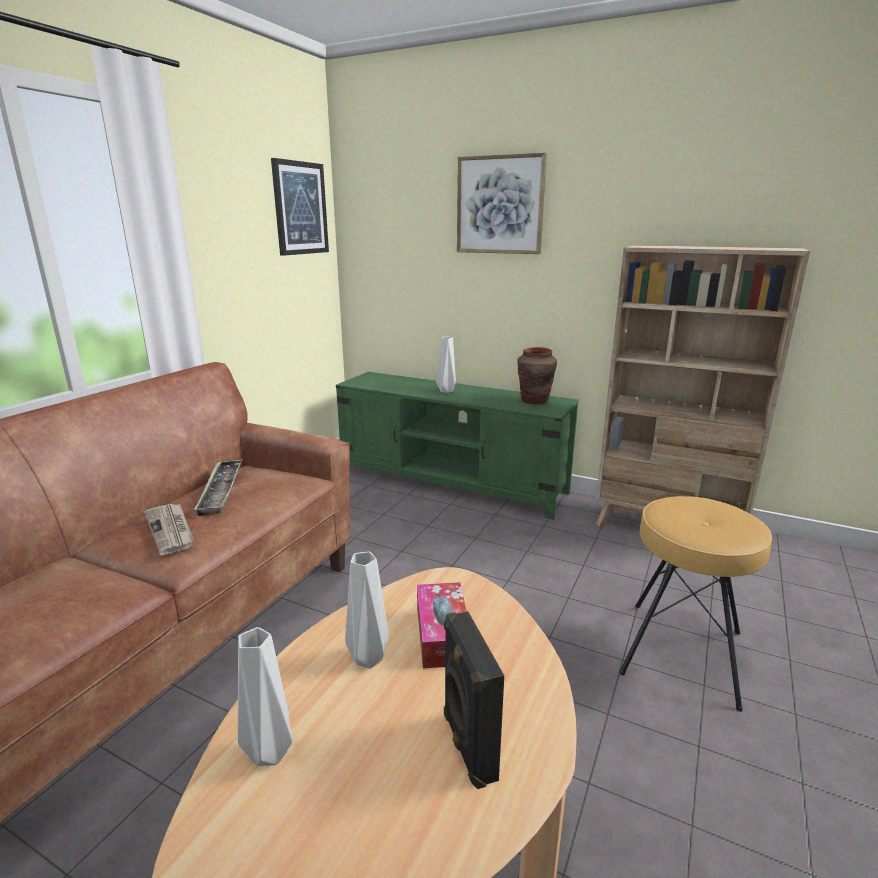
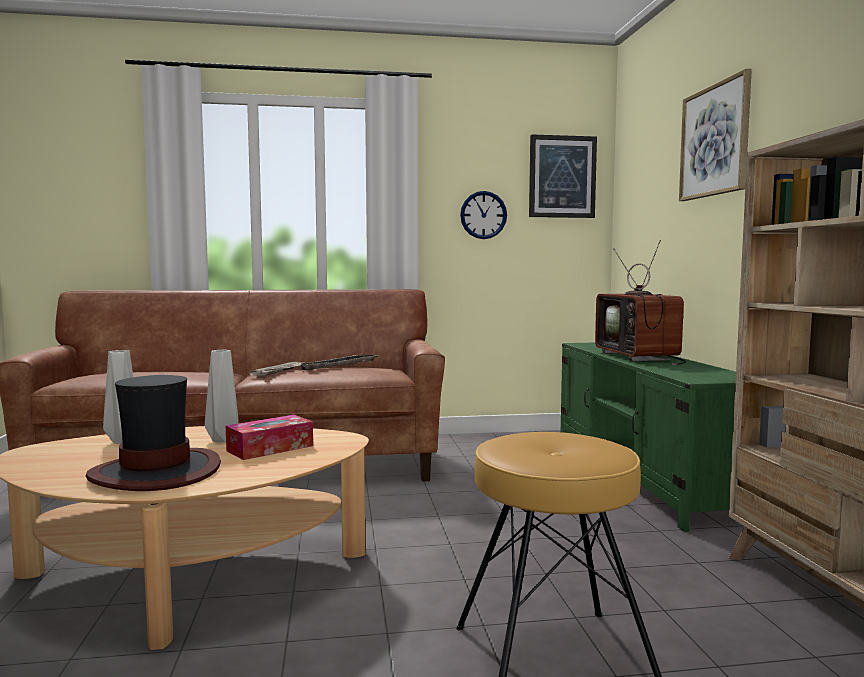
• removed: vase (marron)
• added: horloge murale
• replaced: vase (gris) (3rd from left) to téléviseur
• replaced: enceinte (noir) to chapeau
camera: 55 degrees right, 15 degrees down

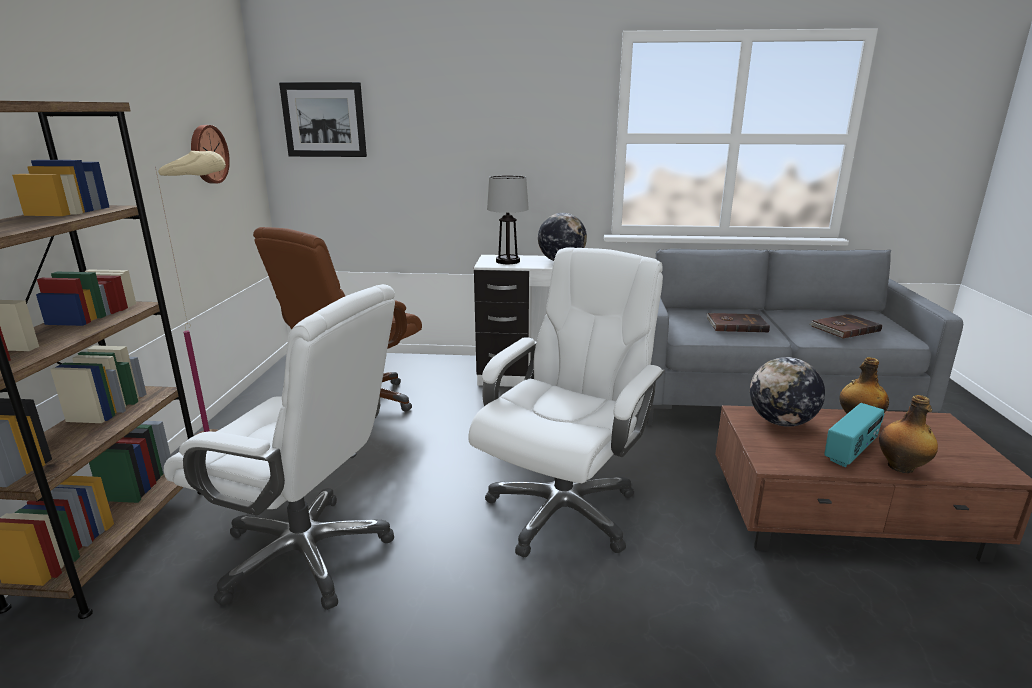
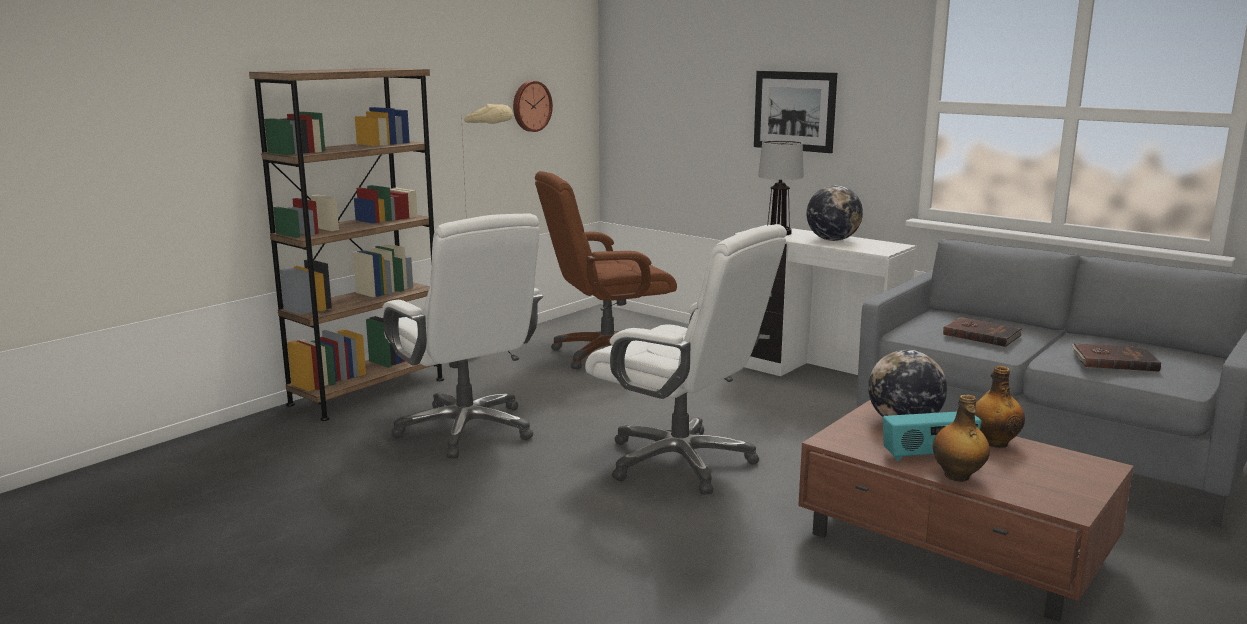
• moved: tableau
• turned: chaise de bureau (blanc) (2nd from left) 60 degrees clockwise
camera: 35 degrees right, 5 degrees down

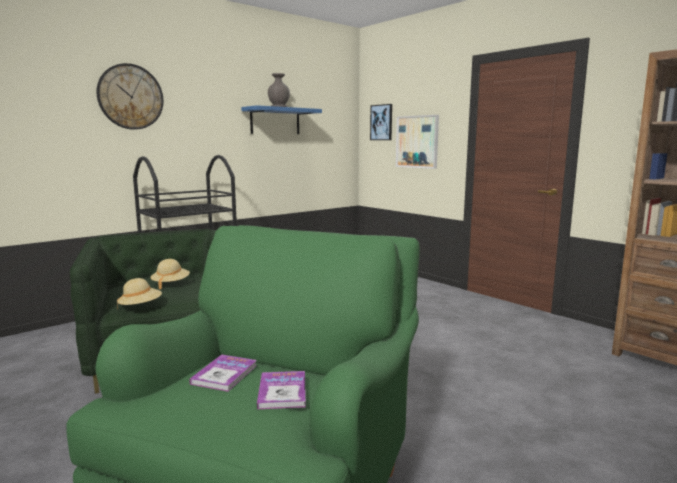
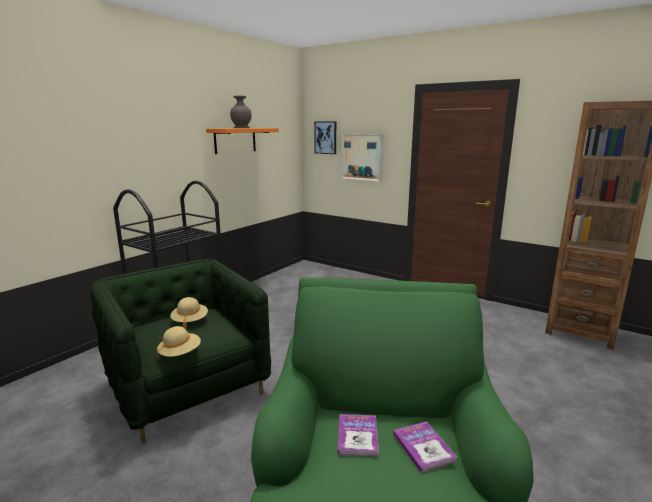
• removed: horloge murale
• recoloured: étagère (bleu) to étagère (orange)
camera: 15 degrees left, 5 degrees up

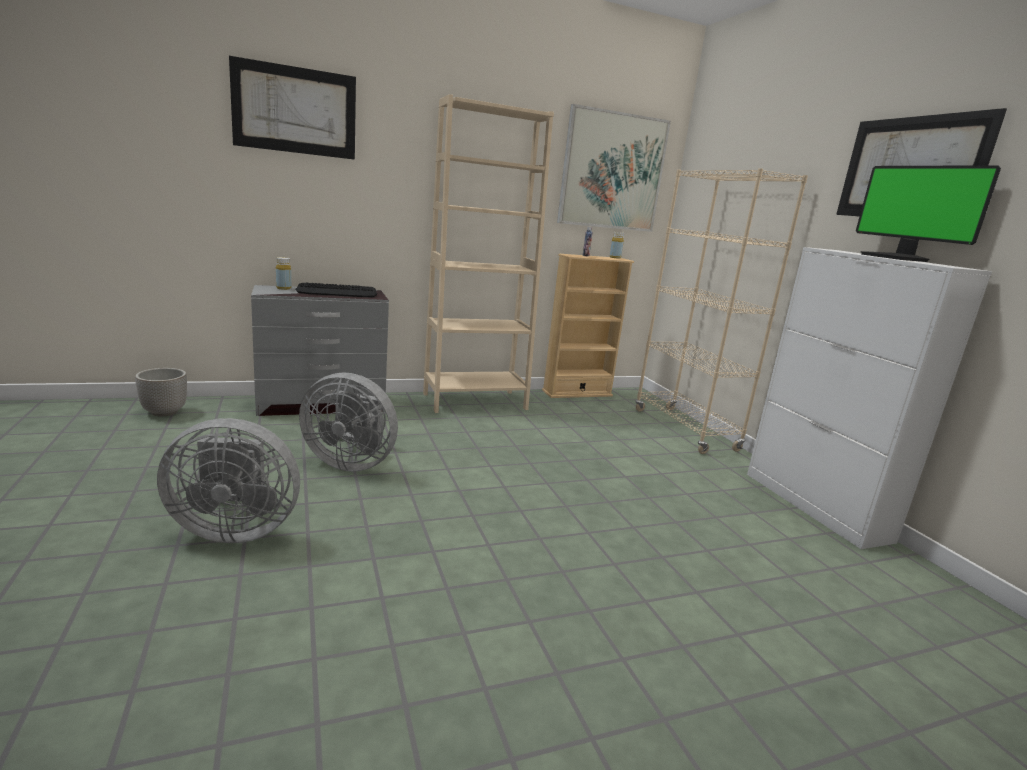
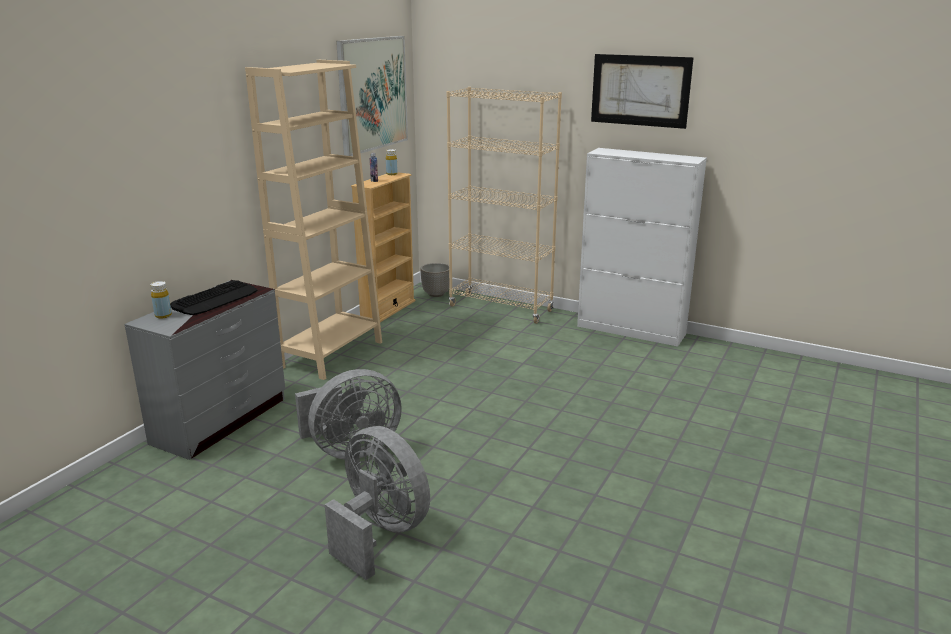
• removed: tableau (1st from left)
• removed: écran d'ordinateur
• moved: cache-pot
• turned: ventilateur (gris) (1st from left in the first image) 90 degrees counterclockwise
camera: 40 degrees left, 5 degrees up

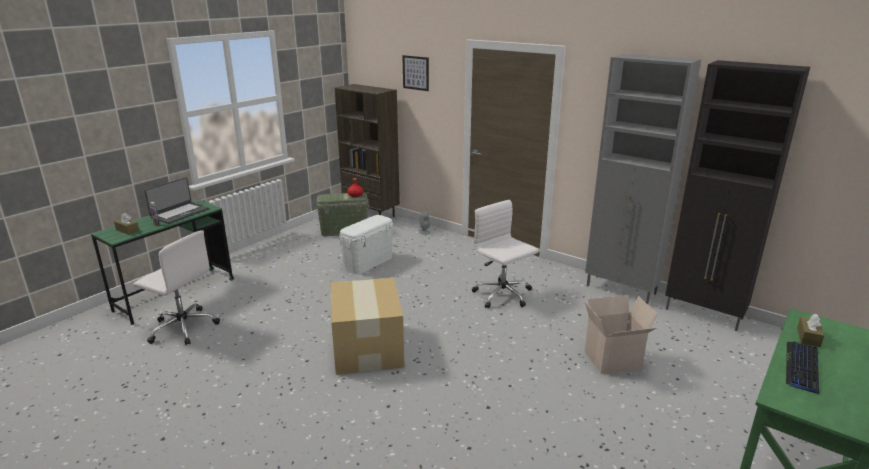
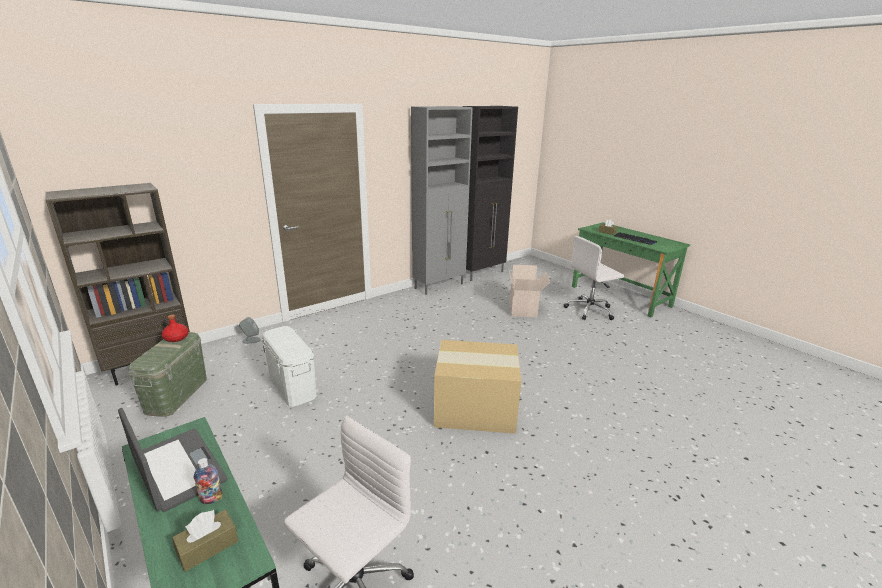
• removed: tableau
• moved: chaise de bureau (blanc) (2nd from left)
camera: 75 degrees left, 0 degrees up

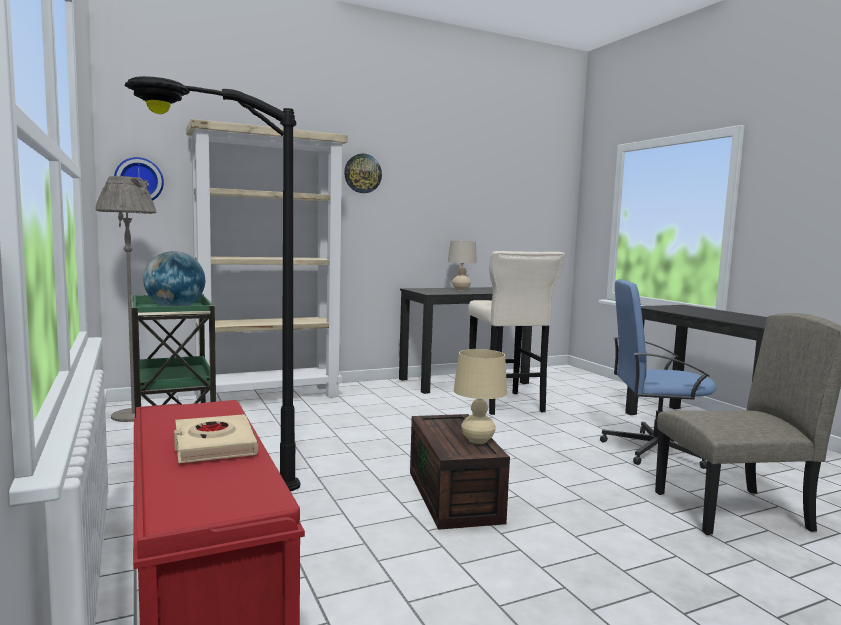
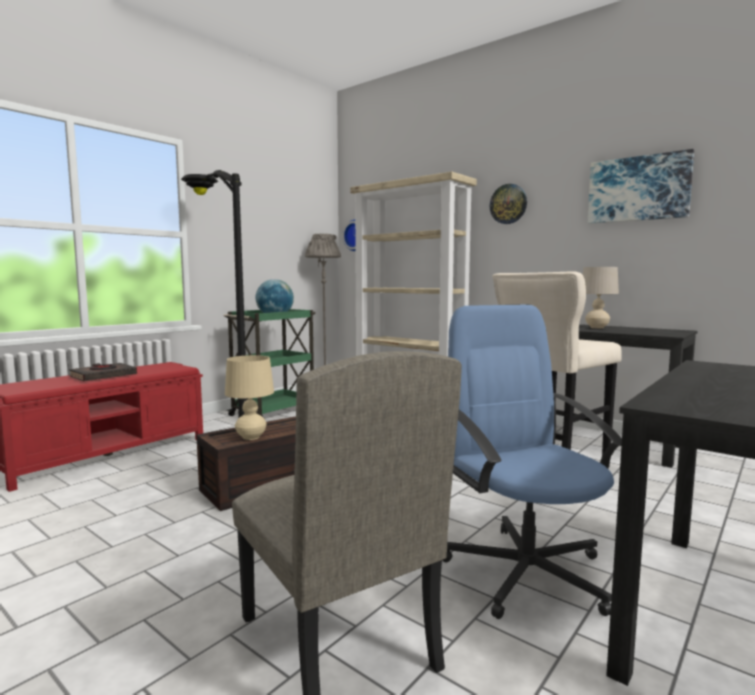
• added: tableau
• recoloured: livre (beige) to livre (noir)
camera: 65 degrees right, 0 degrees up

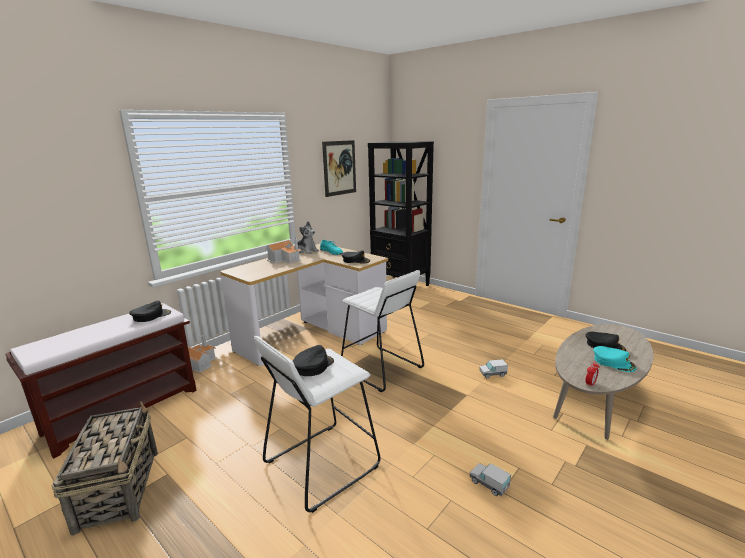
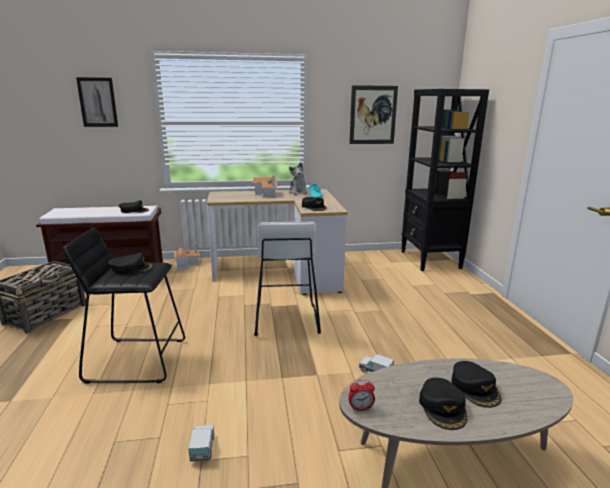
• added: tableau (1st from left)
• recoloured: tabouret (blanc) (1st from left) to tabouret (noir)
• recoloured: casquette (turquoise) to casquette (noir) (4th from left)
camera: 40 degrees right, 0 degrees up

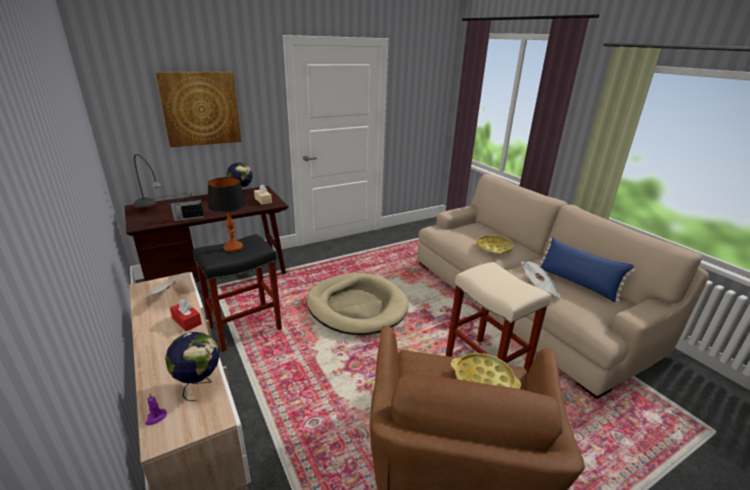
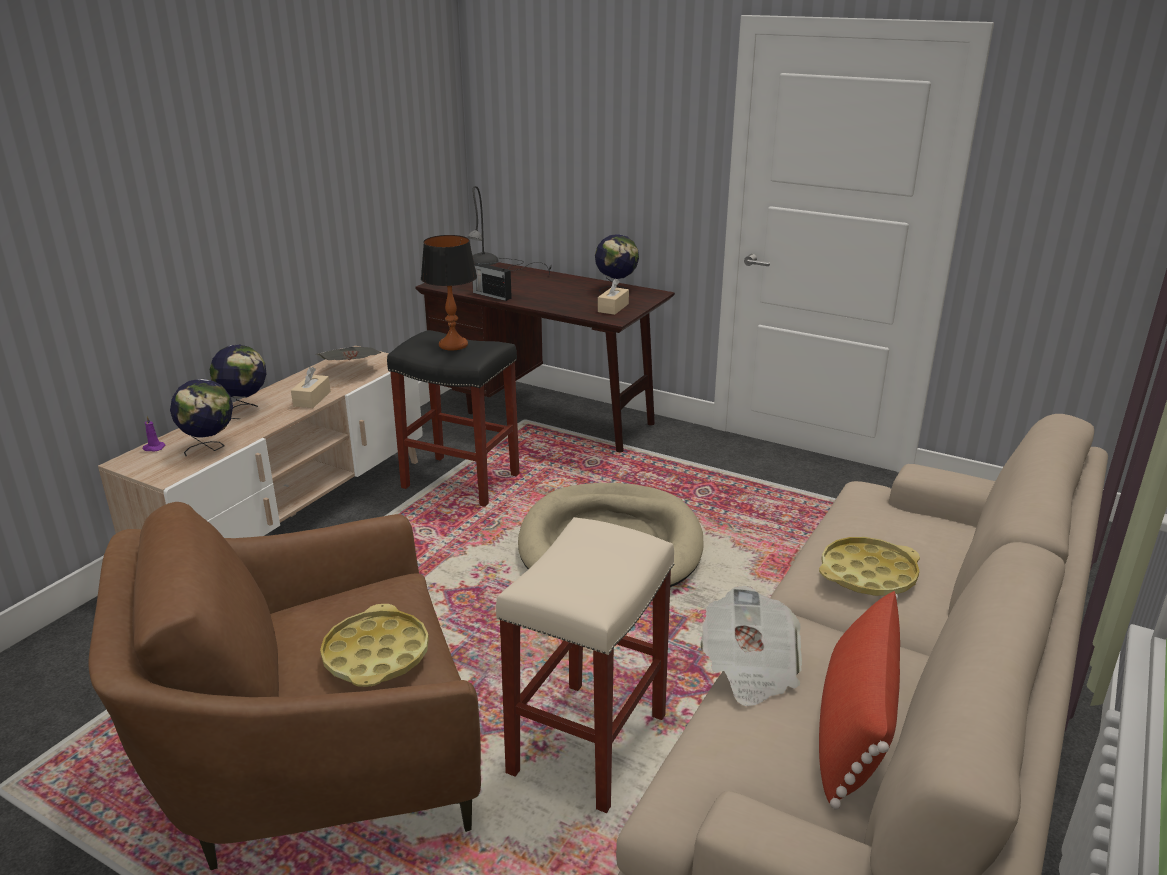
• removed: tableau
• added: globe (2nd from left)
• recoloured: boîte à mouchoirs (rouge) to boîte à mouchoirs (beige) (1st from left)
• recoloured: coussin (bleu) to coussin (rouge)
camera: 60 degrees right, 0 degrees up

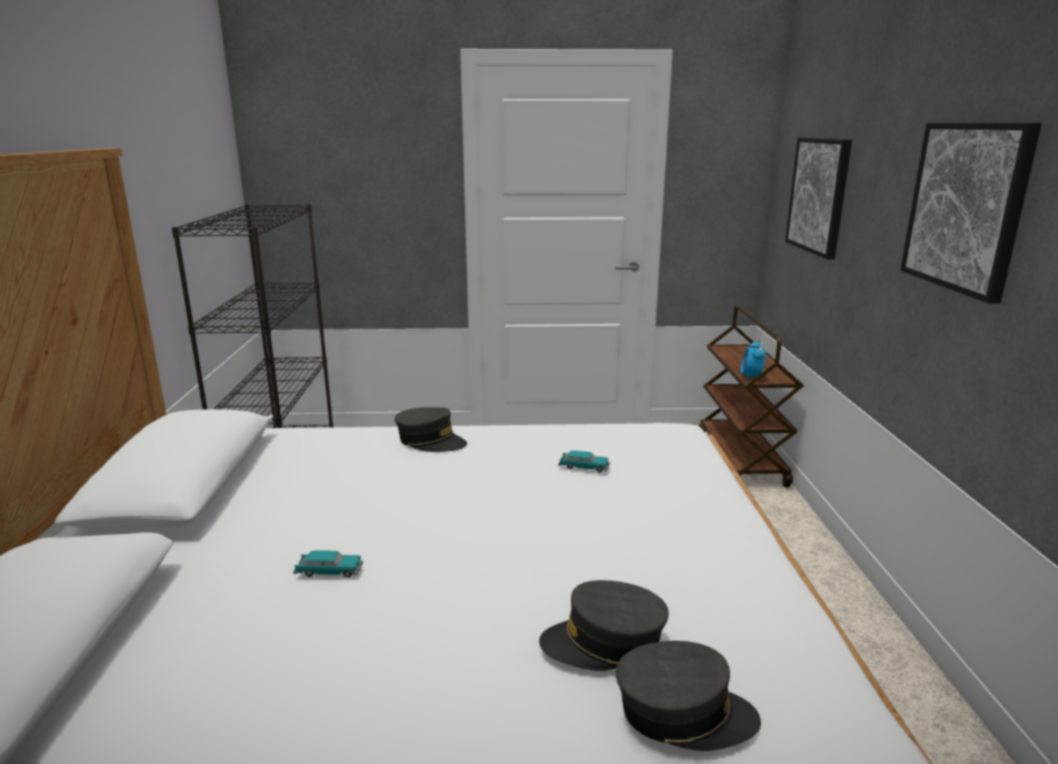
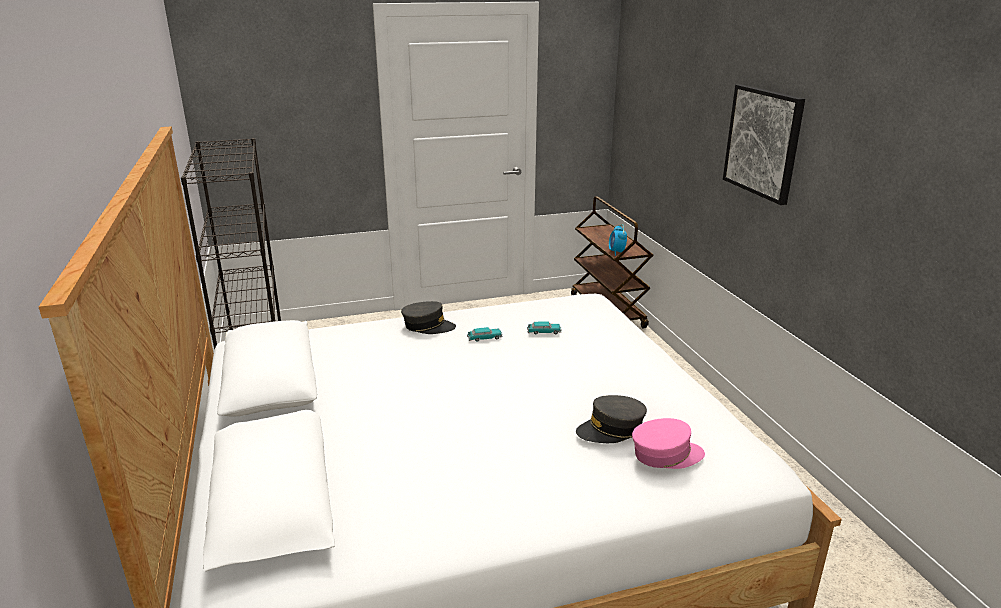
• removed: tableau (1st from left)
• moved: petite voiture (1st from left)
• recoloured: casquette (gris) (3rd from left) to casquette (rose)
camera: 15 degrees left, 5 degrees up

